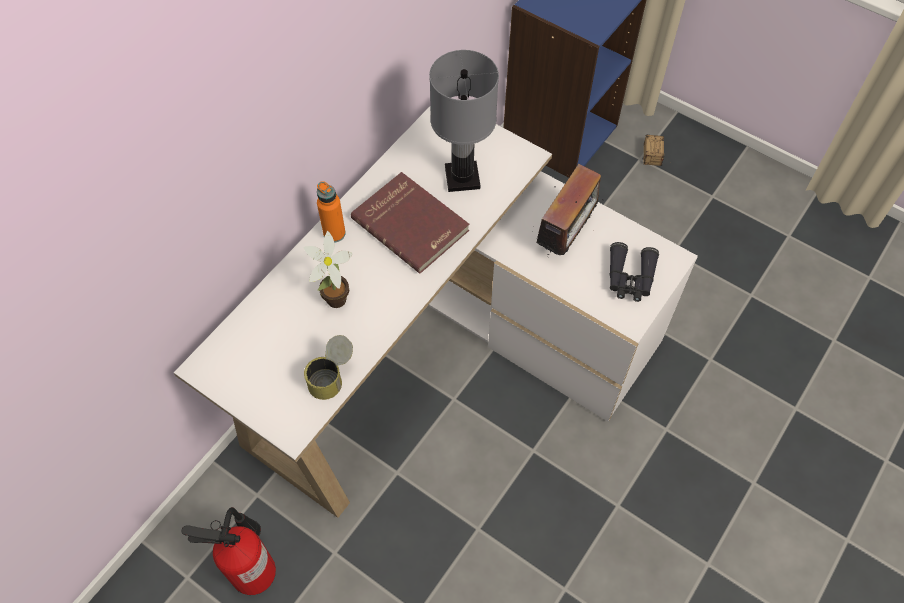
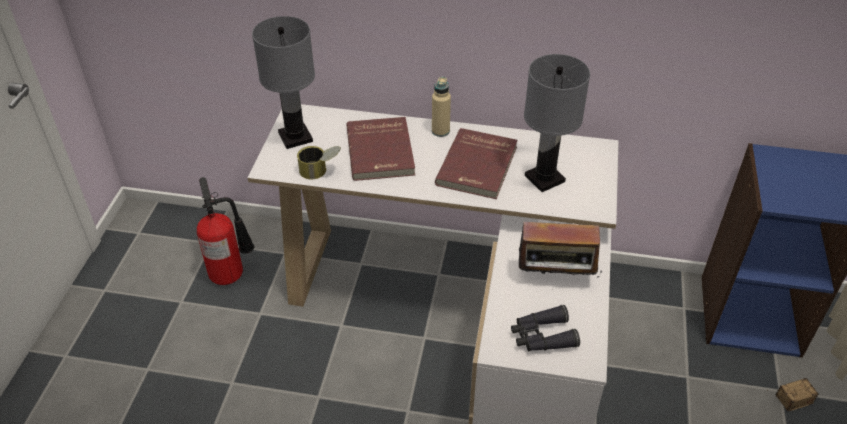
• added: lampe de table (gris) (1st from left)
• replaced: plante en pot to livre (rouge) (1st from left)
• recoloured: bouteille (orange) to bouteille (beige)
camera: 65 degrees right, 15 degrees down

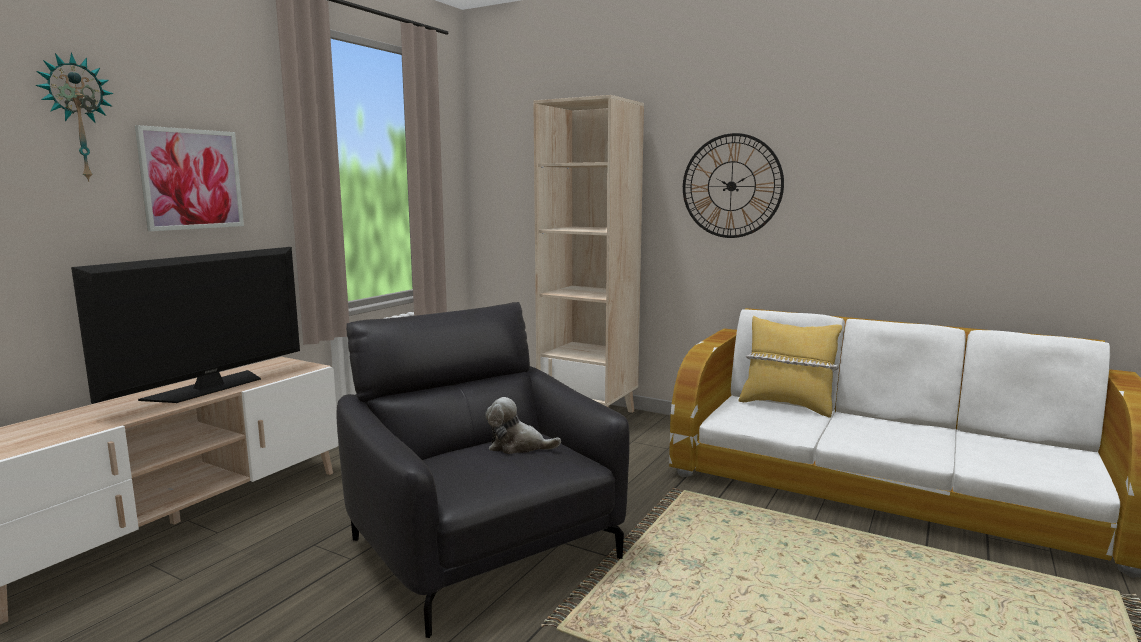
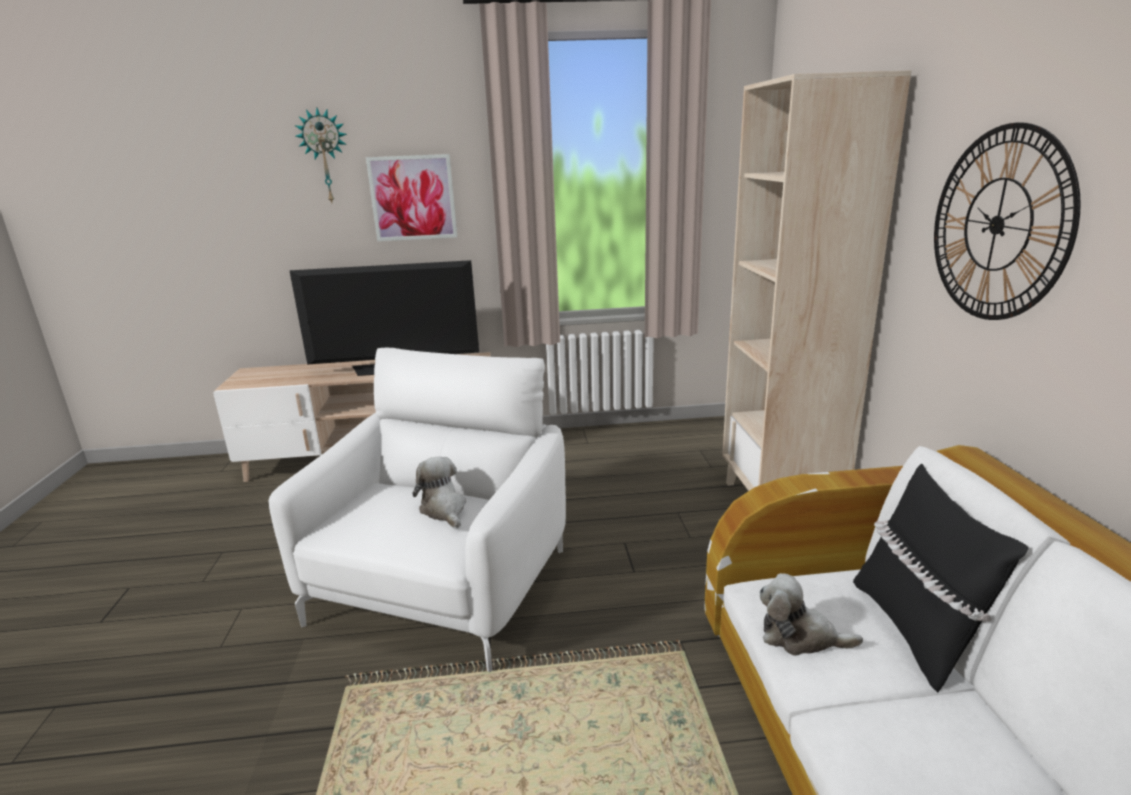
• added: peluche (2nd from left)
• recoloured: fauteuil (noir) to fauteuil (blanc)
• recoloured: coussin (jaune) to coussin (noir)
camera: 55 degrees right, 10 degrees up

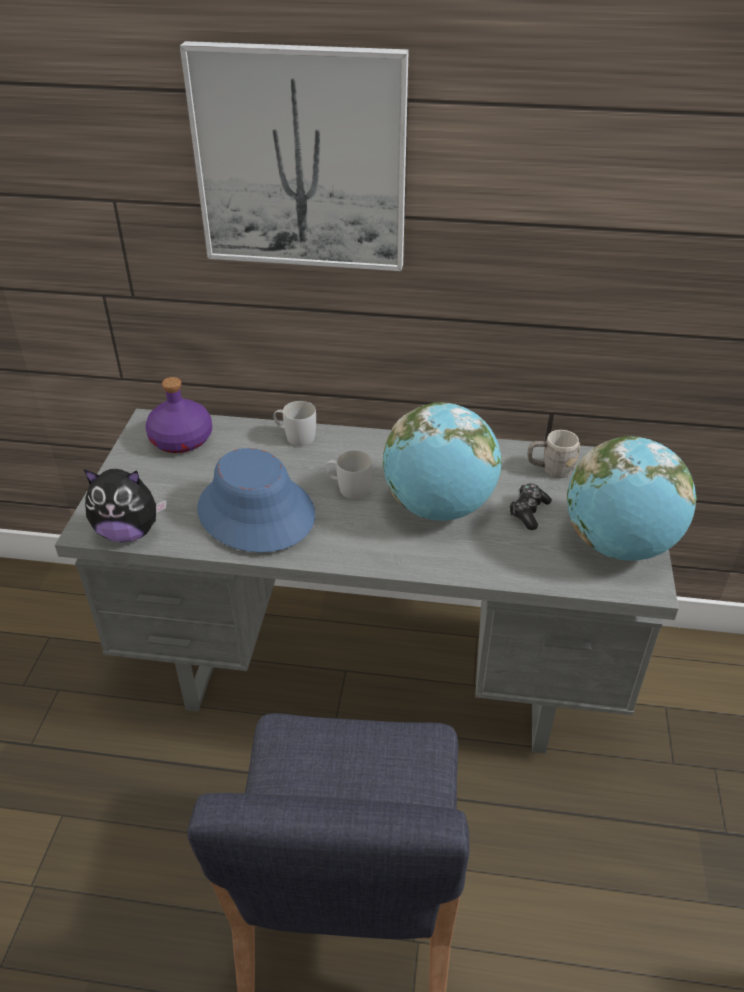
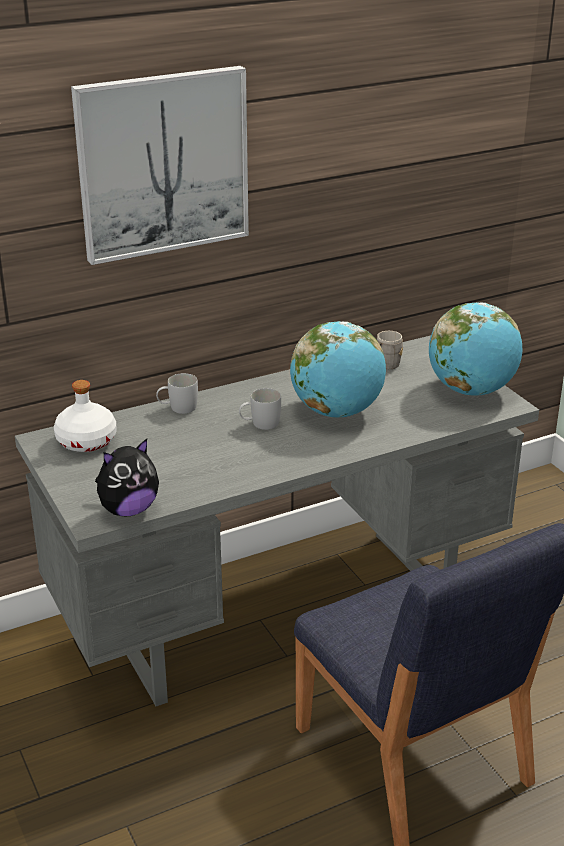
• removed: chapeau (bleu)
• removed: manette
• recoloured: bouteille (violet) to bouteille (blanc)
camera: 35 degrees left, 10 degrees down

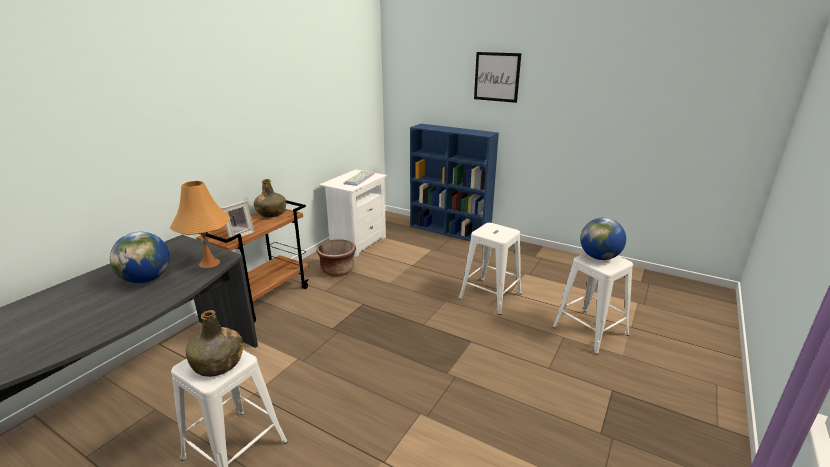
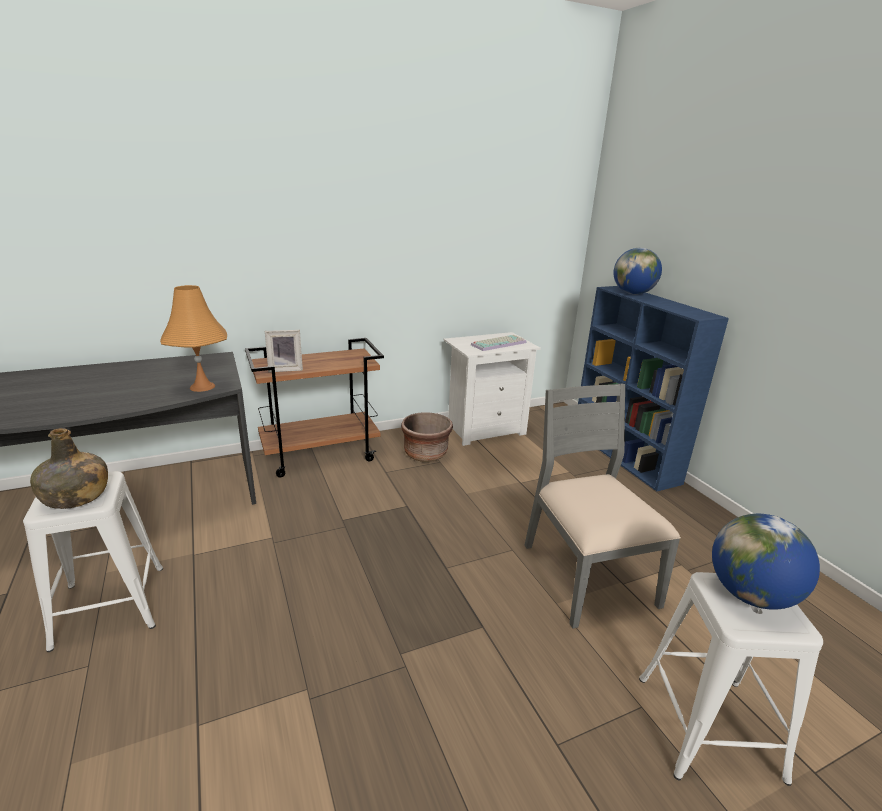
• removed: bouteille (vert) (2nd from left)
• removed: tableau
• moved: globe (1st from left)
• replaced: tabouret (blanc) (2nd from left) to chaise (gris)
camera: 35 degrees right, 0 degrees up

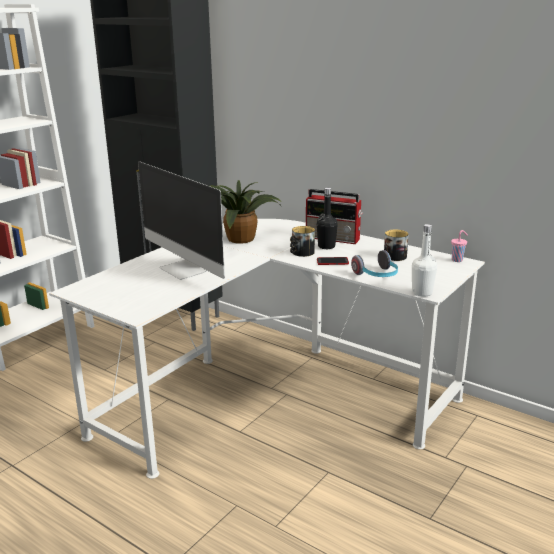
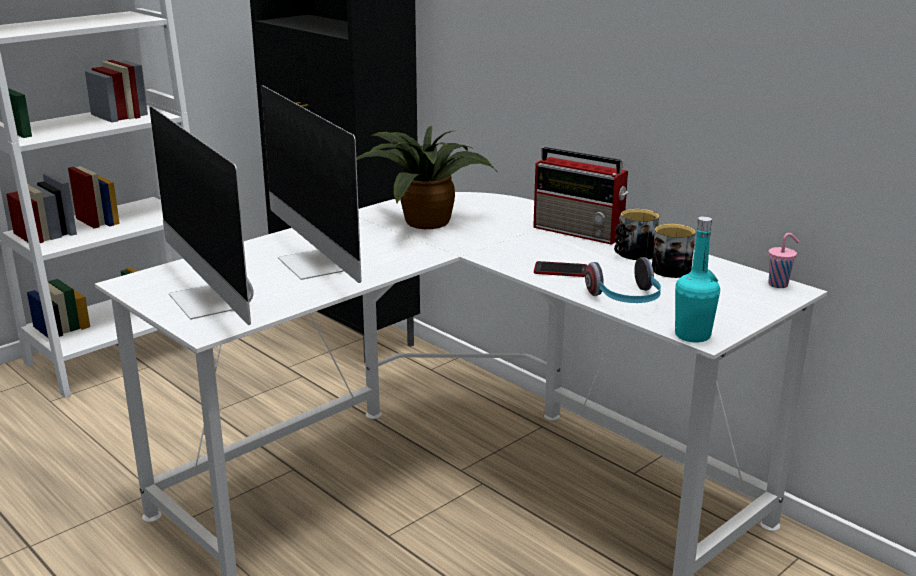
• removed: bouteille (noir)
• added: écran d'ordinateur (1st from left)
• moved: mug (1st from left)
• recoloured: bouteille (blanc) to bouteille (turquoise)
camera: 10 degrees right, 0 degrees up

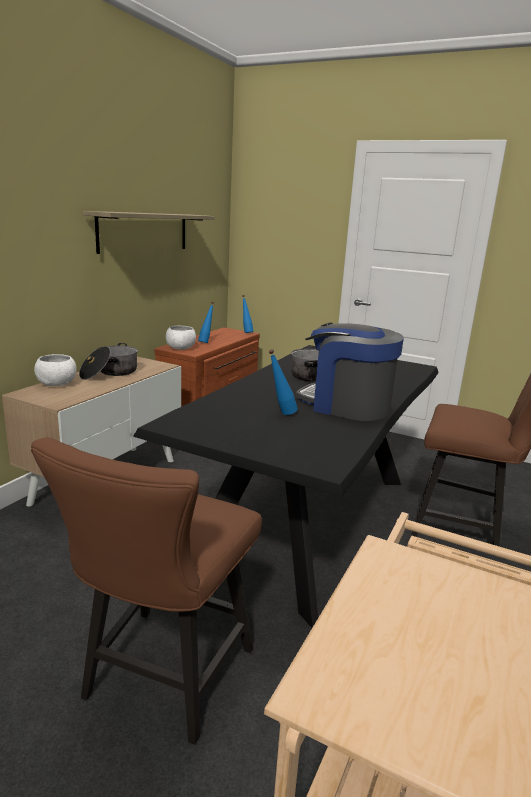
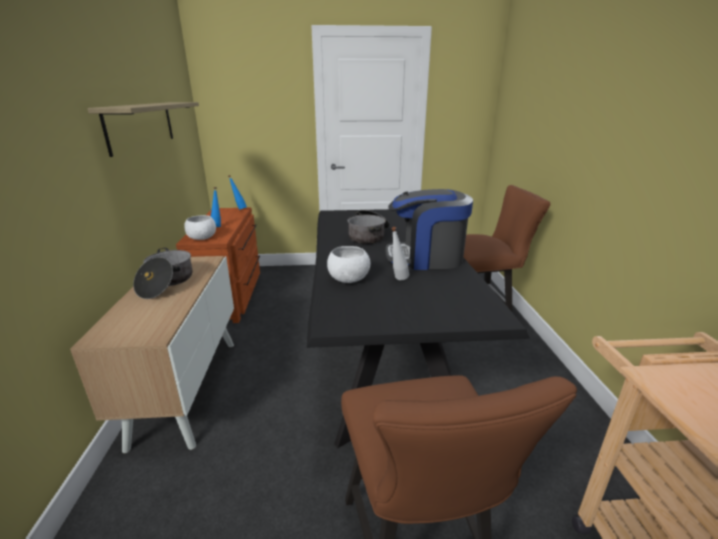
• moved: bol (blanc) (1st from left in the first image) to bol (blanc) (2nd from left)
• recoloured: bouteille (bleu) (3rd from left) to bouteille (blanc)
camera: 30 degrees left, 5 degrees up

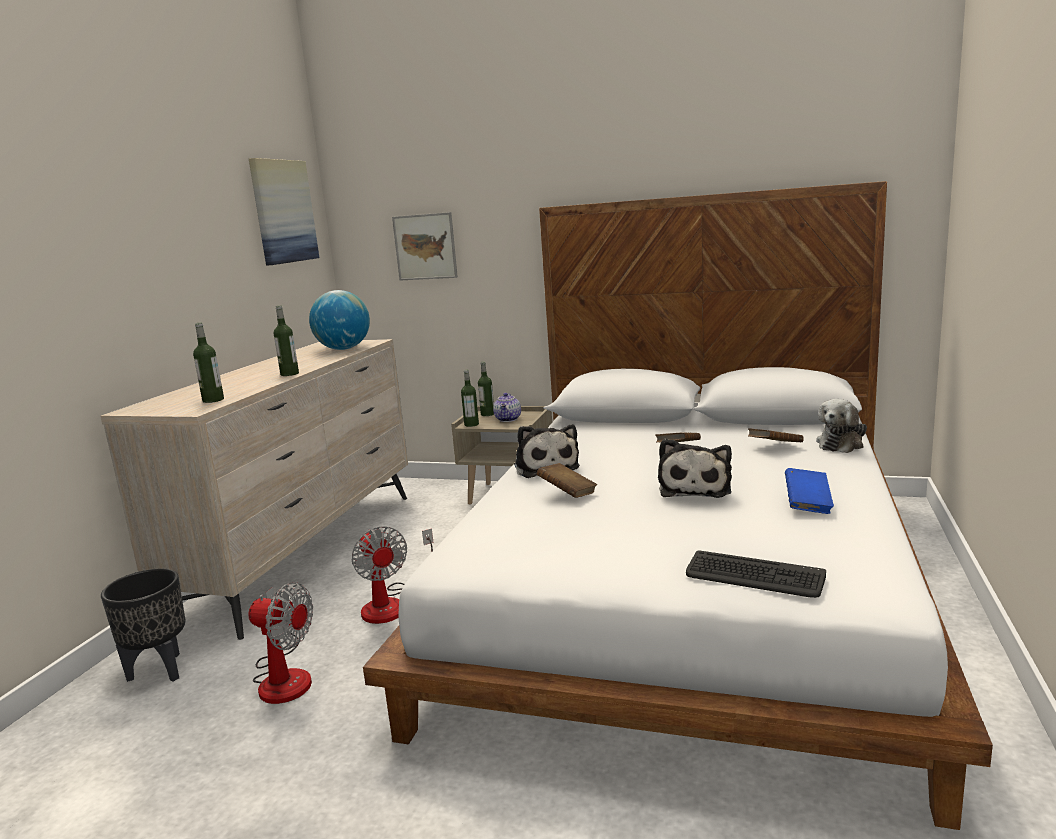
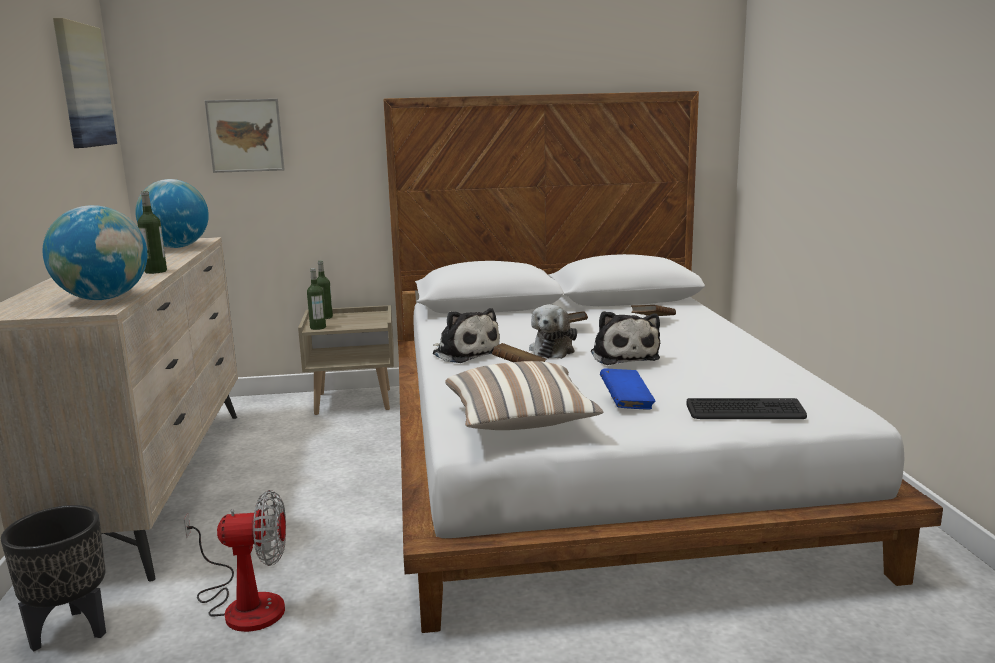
• removed: ventilateur (2nd from left)
• removed: théière
• added: coussin
• moved: livre (bleu)
• moved: peluche (3rd from left in the first image) to peluche (2nd from left)
• replaced: bouteille (1st from left) to globe (1st from left)
camera: 25 degrees left, 0 degrees up

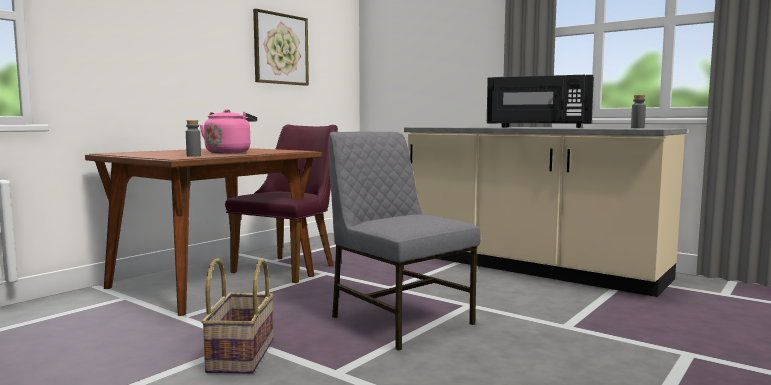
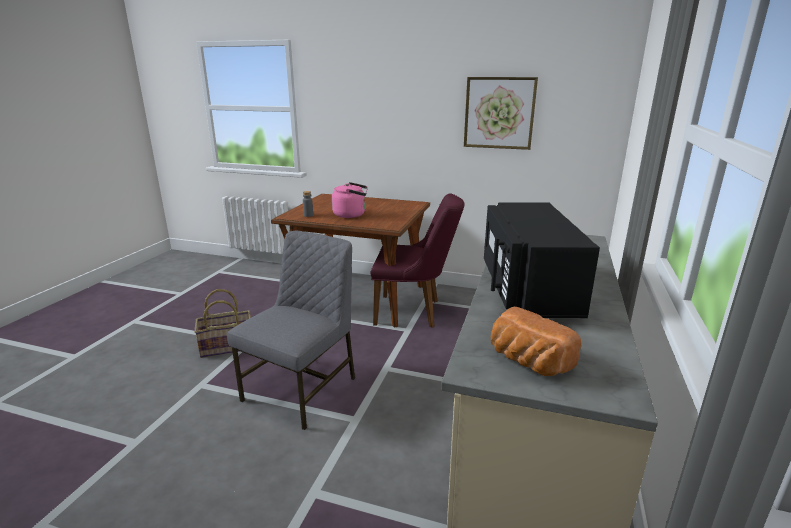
• replaced: bouteille (gris) (2nd from left) to pain
camera: 70 degrees right, 15 degrees up

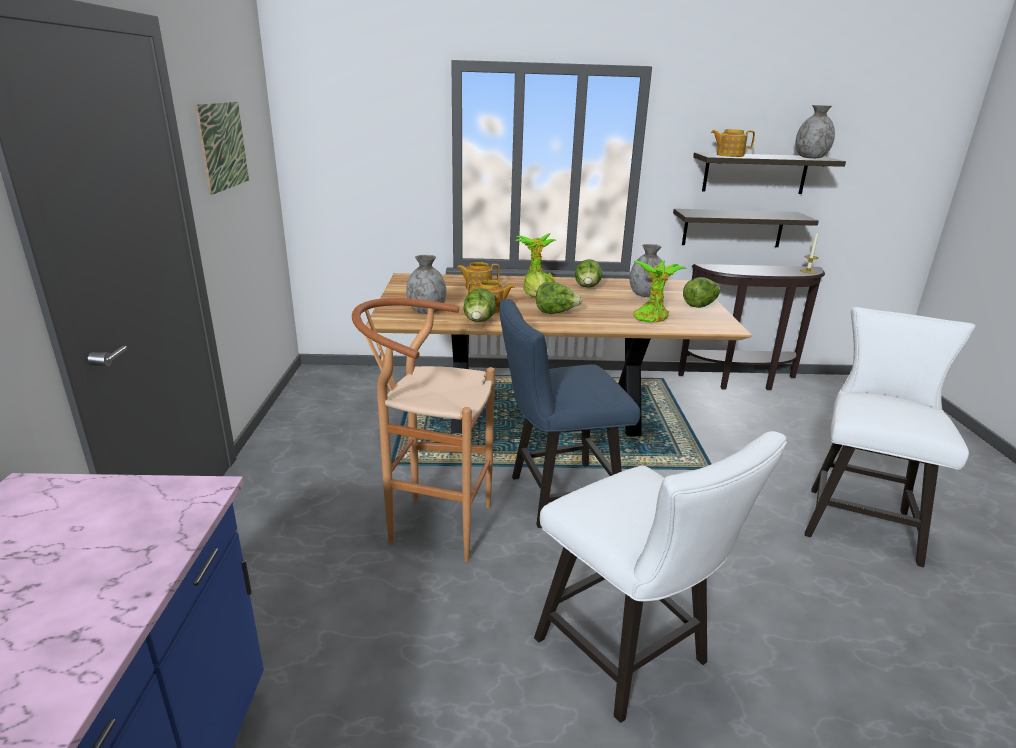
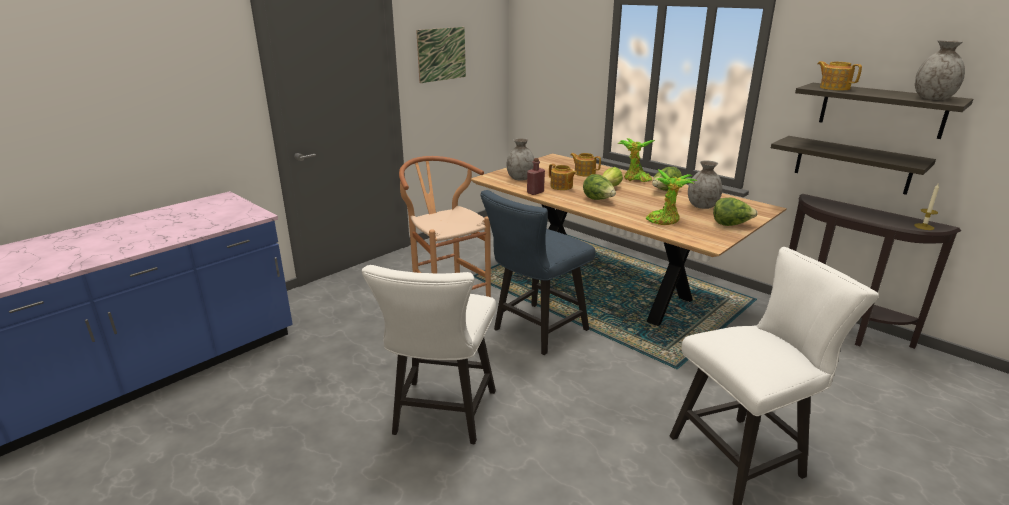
• replaced: laitue (1st from left) to bouteille (rouge)
• turned: chaise (bleu) 75 degrees counterclockwise
camera: 45 degrees right, 0 degrees up

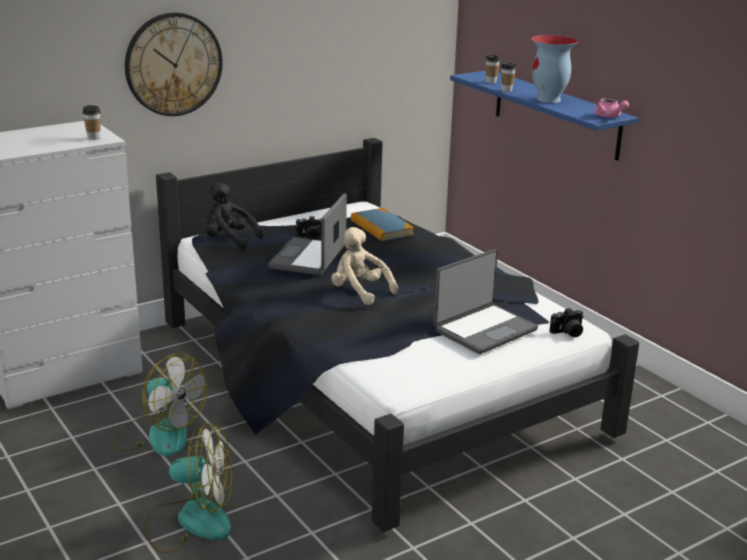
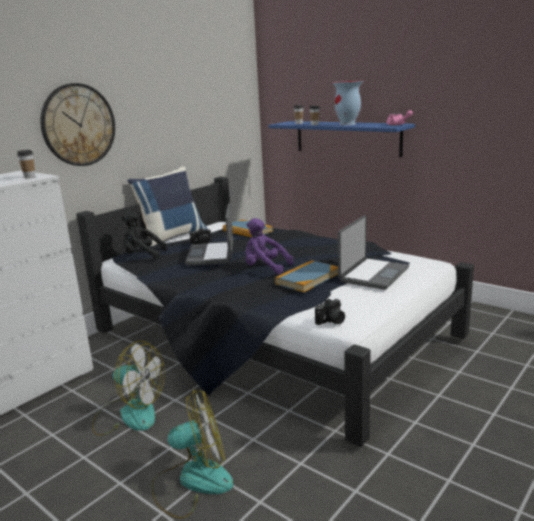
• added: coussin (bleu)
• added: livre (2nd from left)
• moved: appareil photo (2nd from left)
• recoloured: peluche (beige) to peluche (violet)
camera: 15 degrees left, 5 degrees down

